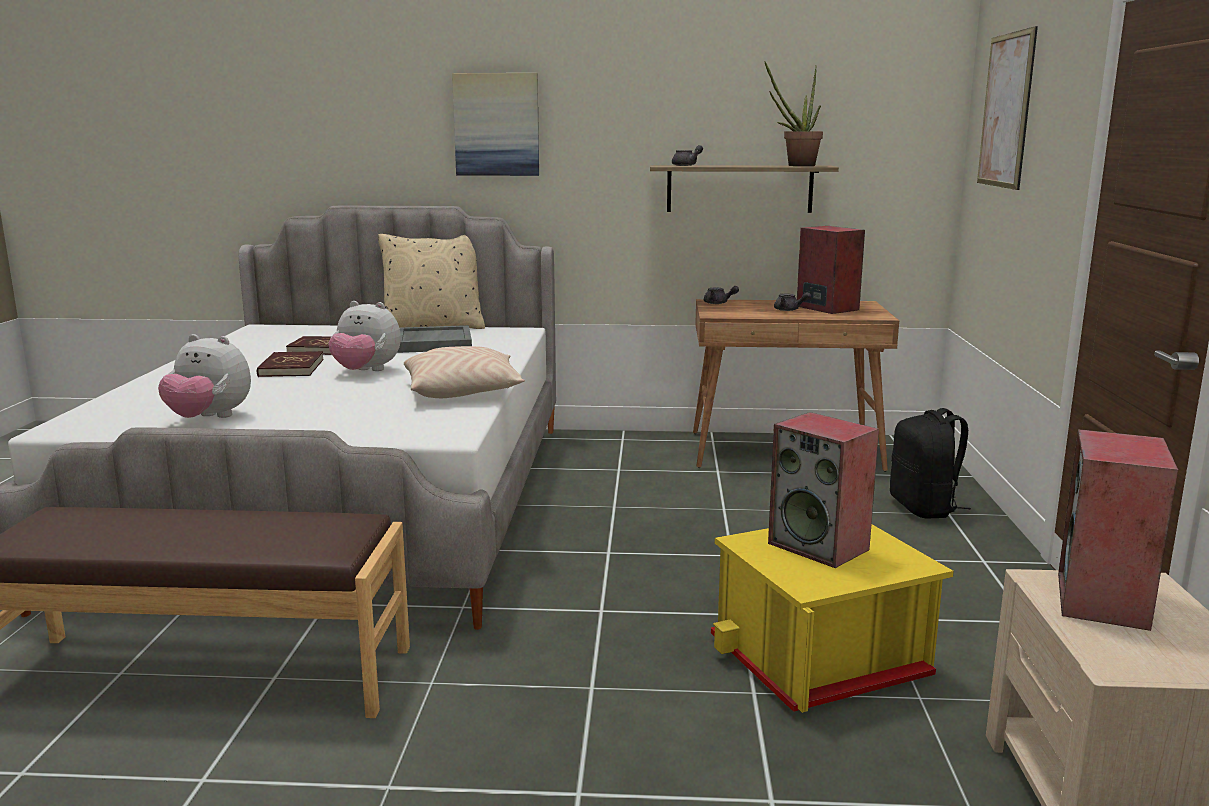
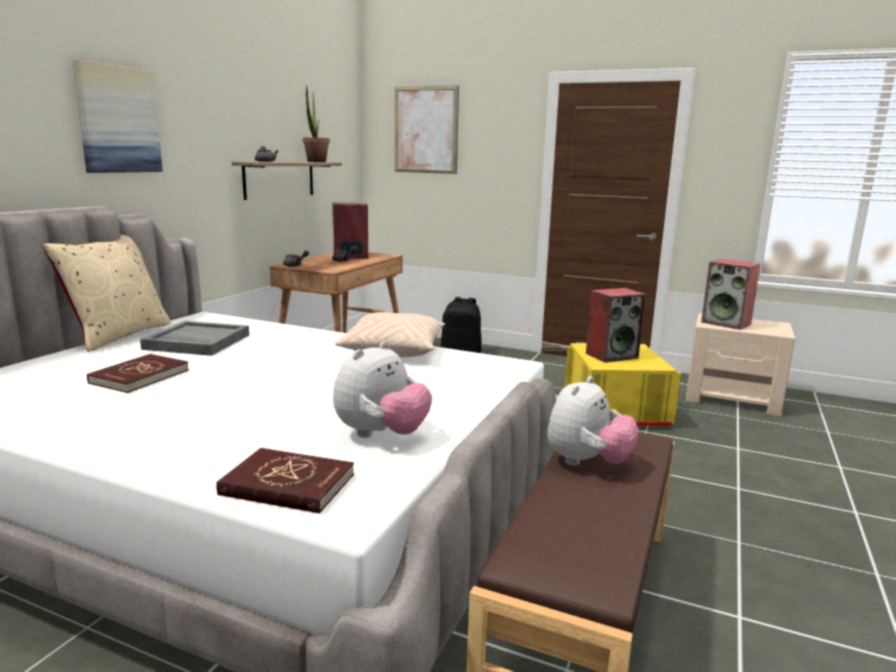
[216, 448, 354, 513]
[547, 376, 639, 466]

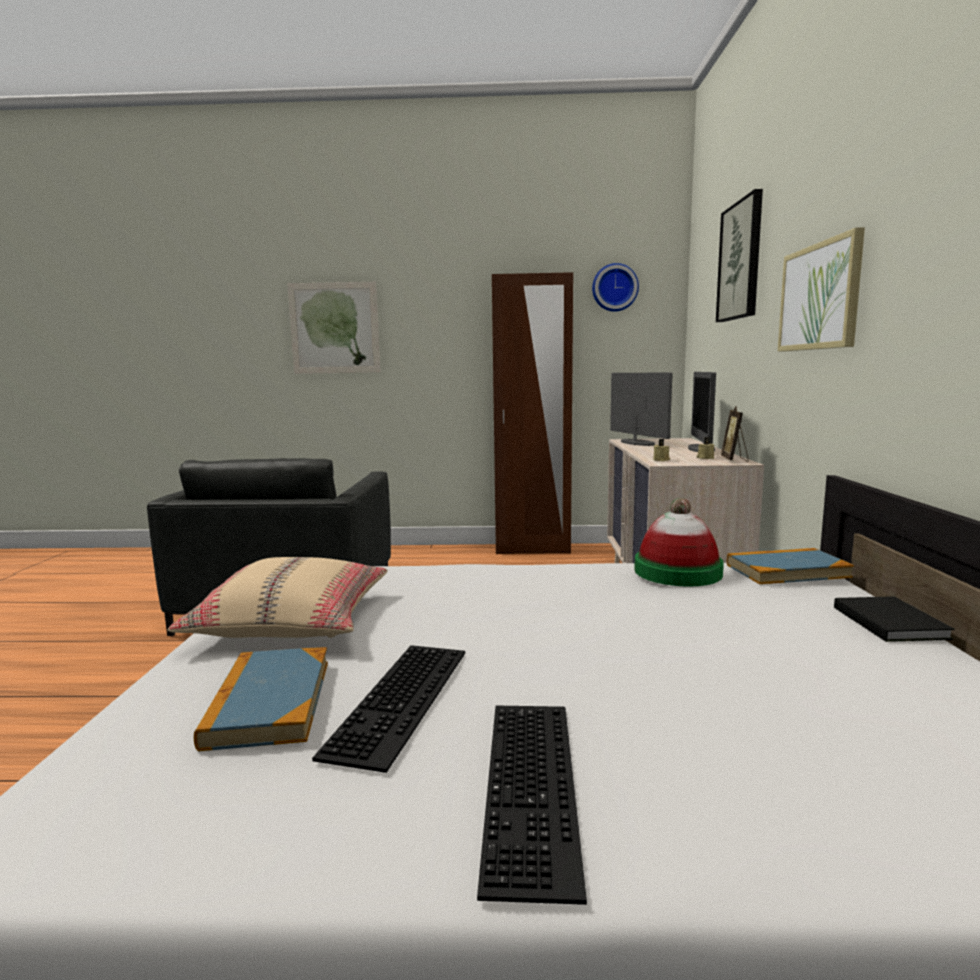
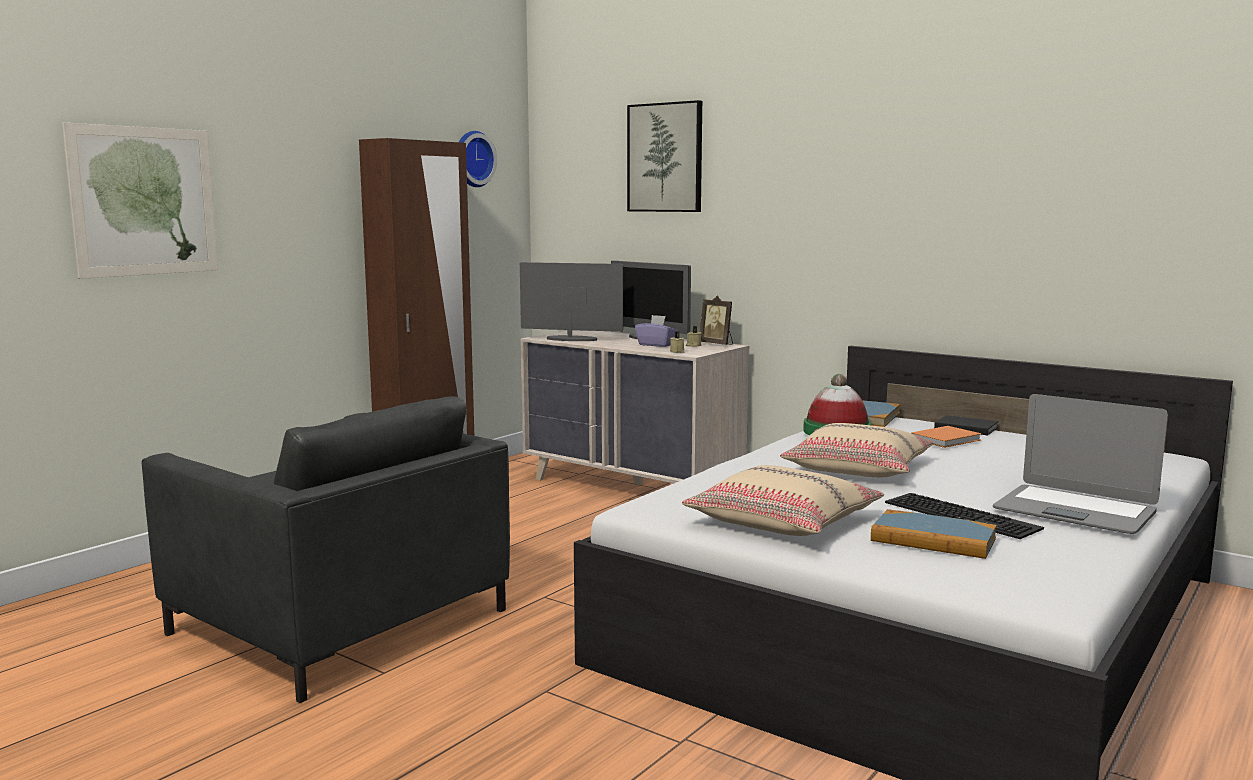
[778, 227, 865, 352] (first image)
[635, 315, 678, 347]
[780, 423, 934, 477]
[911, 426, 982, 448]
[993, 394, 1168, 534]

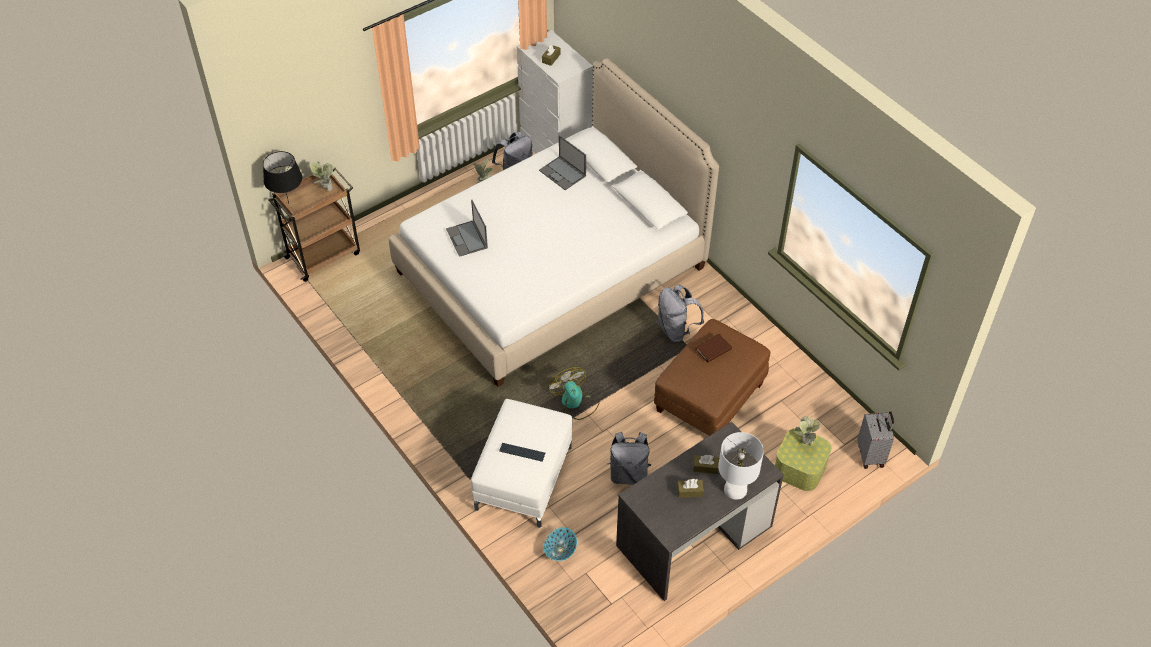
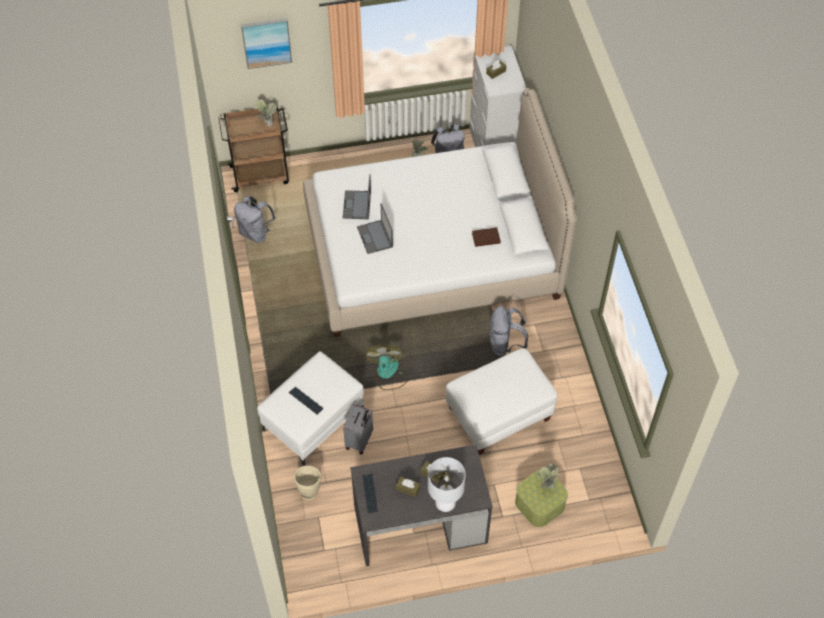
[263, 151, 302, 203] (first image)
[241, 18, 292, 69]
[362, 474, 378, 513]
[357, 203, 393, 254]
[234, 196, 276, 243]
[472, 228, 501, 247]
[343, 404, 373, 455]
[294, 466, 321, 500]
[446, 348, 558, 455]

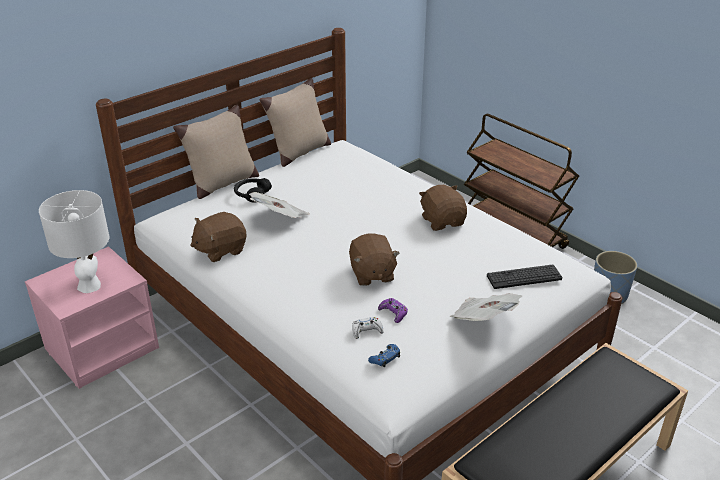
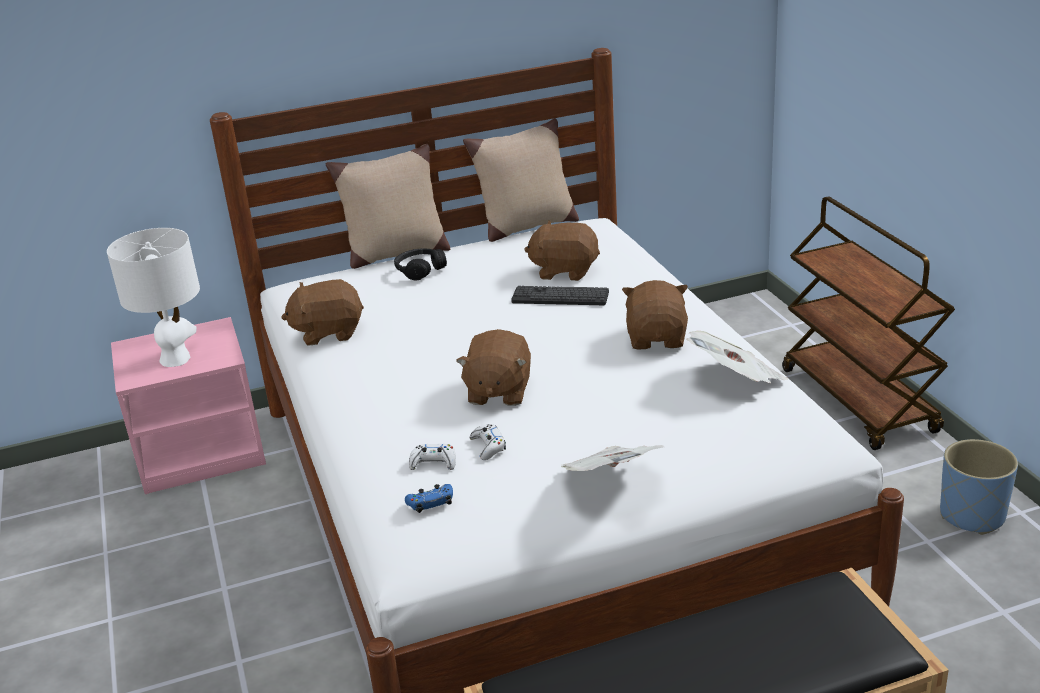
[524, 221, 600, 281]
[687, 331, 788, 383]
[511, 286, 609, 305]
[470, 424, 506, 460]

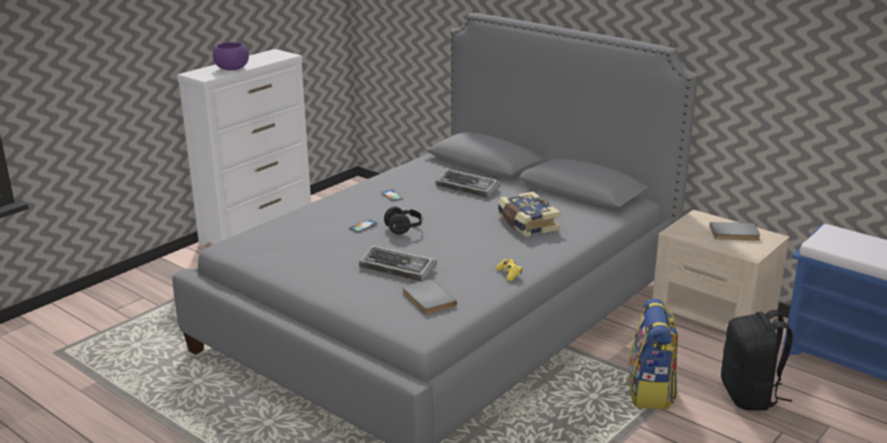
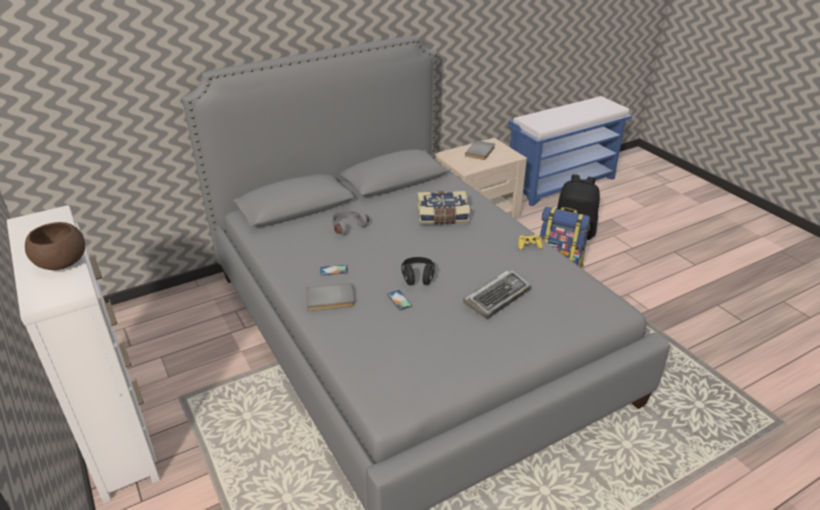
[306, 283, 355, 311]
[332, 210, 369, 235]
[25, 222, 85, 270]

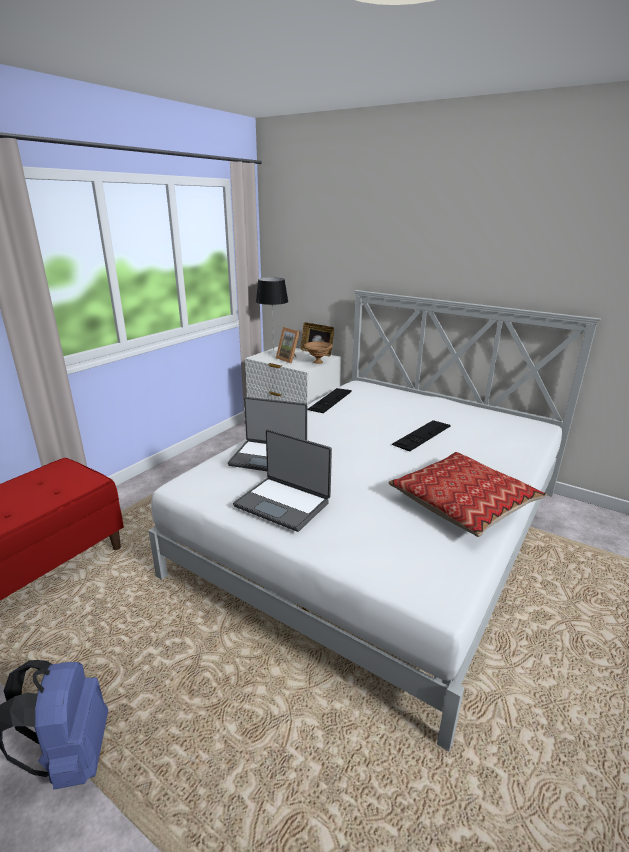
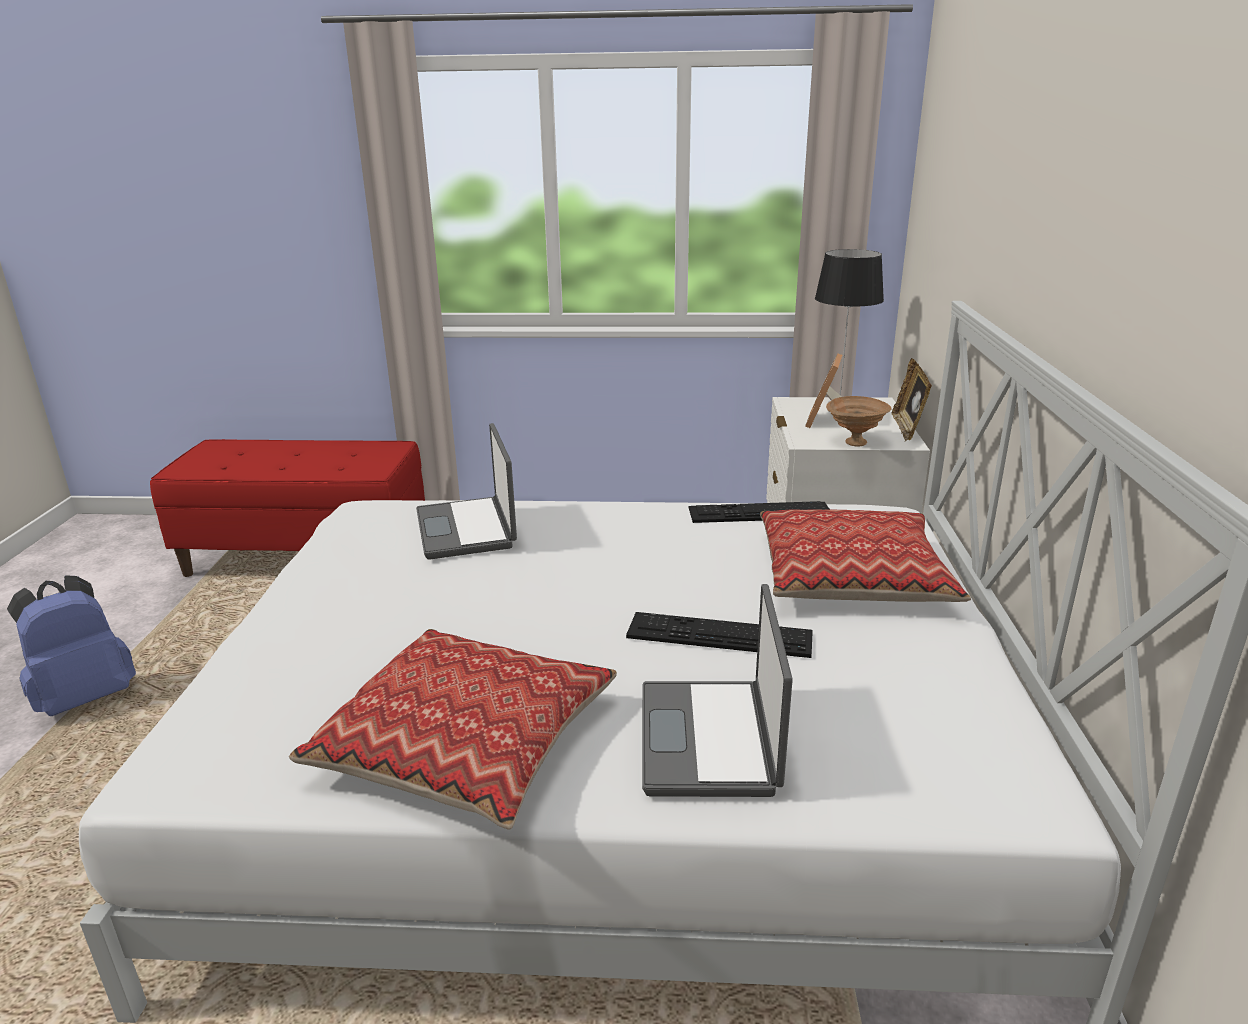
[760, 509, 971, 602]
[642, 584, 793, 797]

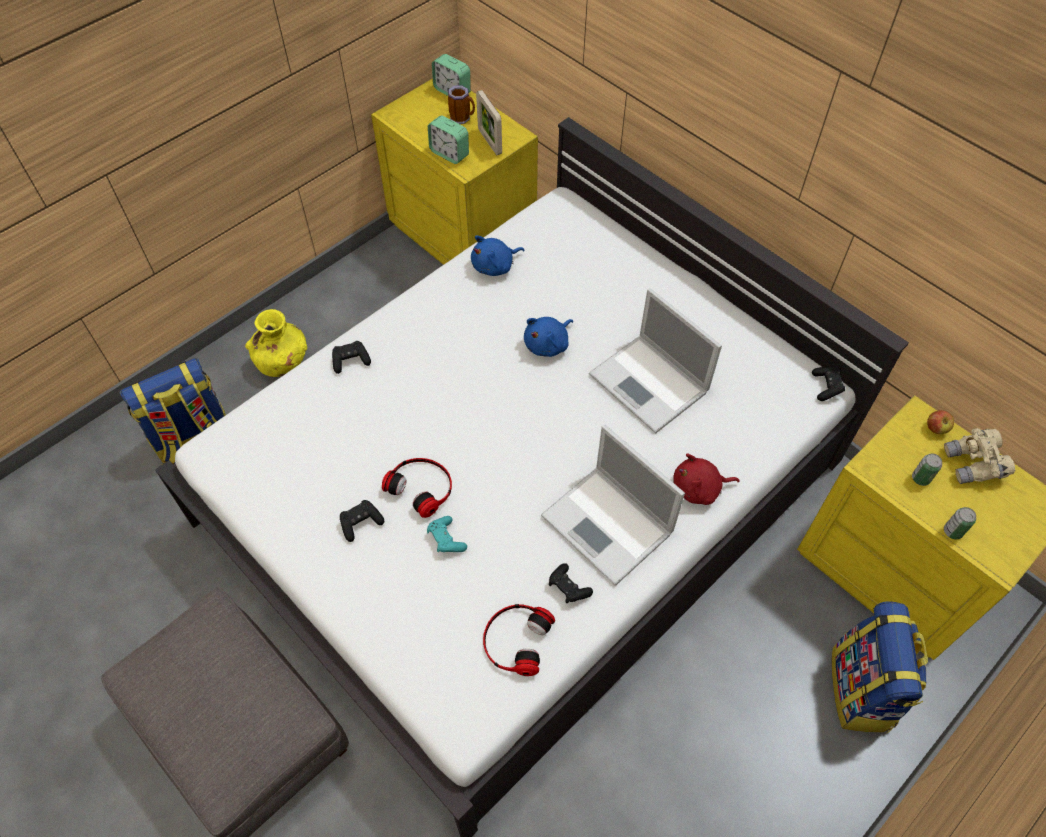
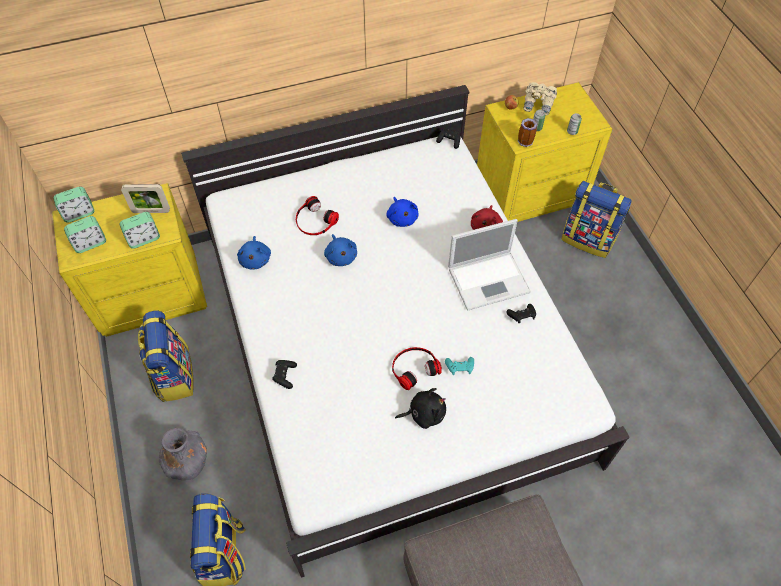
[64, 216, 106, 253]
[138, 310, 194, 402]
[518, 118, 537, 147]
[296, 196, 339, 235]
[395, 388, 446, 429]
[386, 197, 418, 227]
[159, 428, 207, 480]

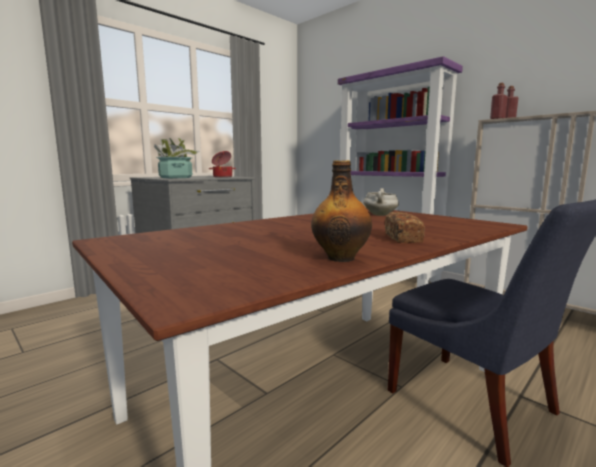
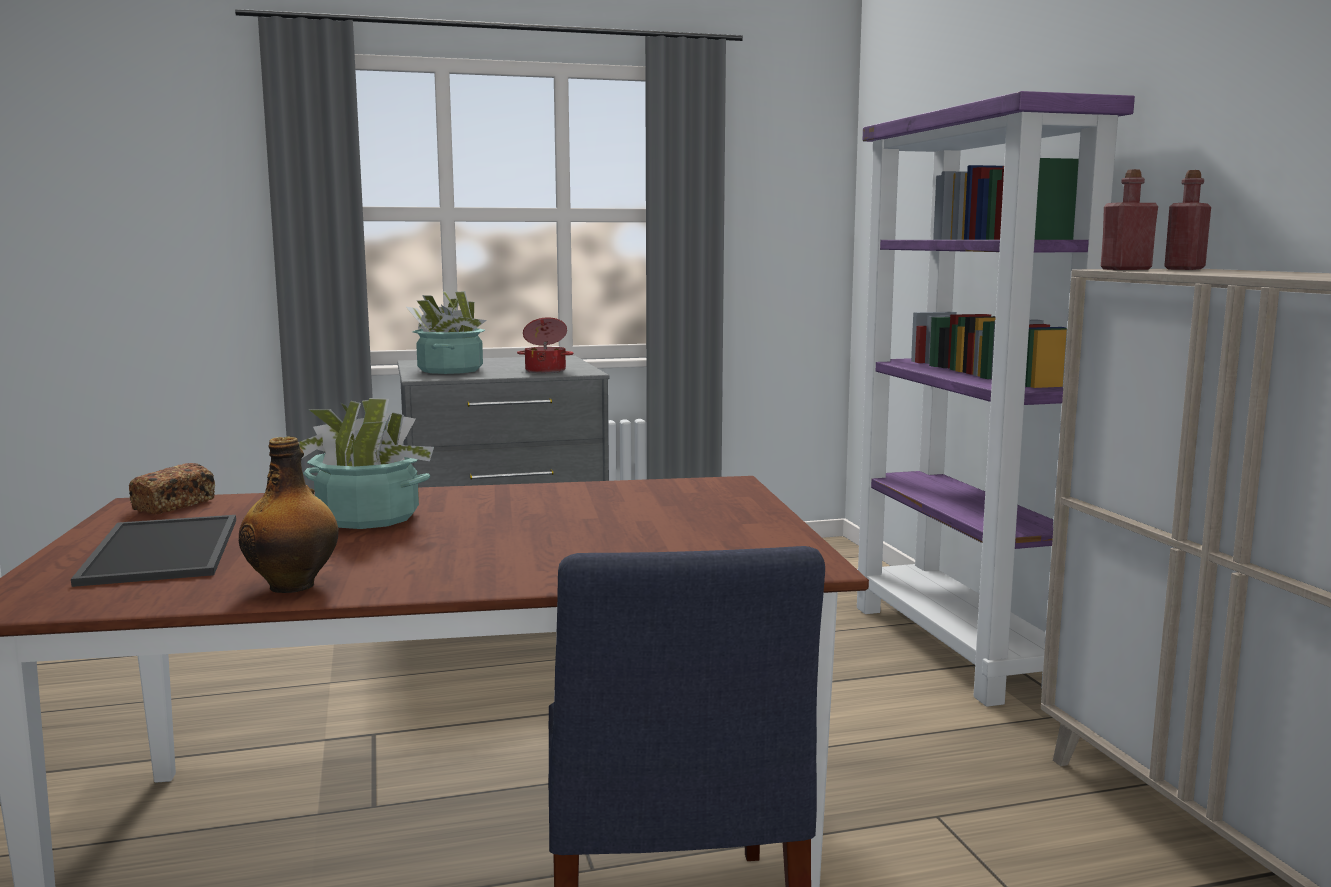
[363, 188, 399, 216] (first image)
[71, 515, 236, 587]
[299, 398, 434, 529]
[129, 463, 215, 514]

